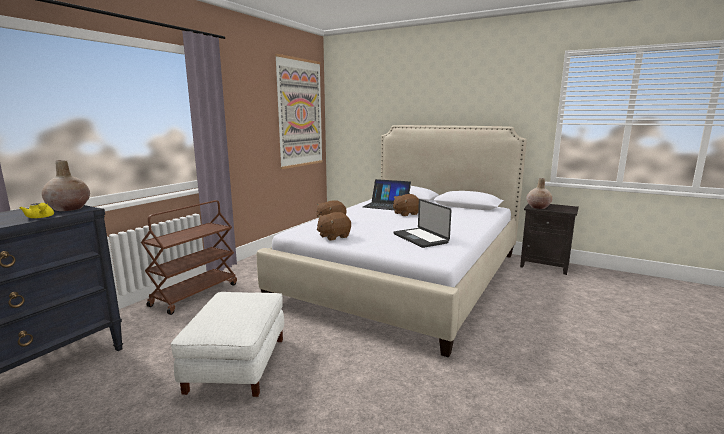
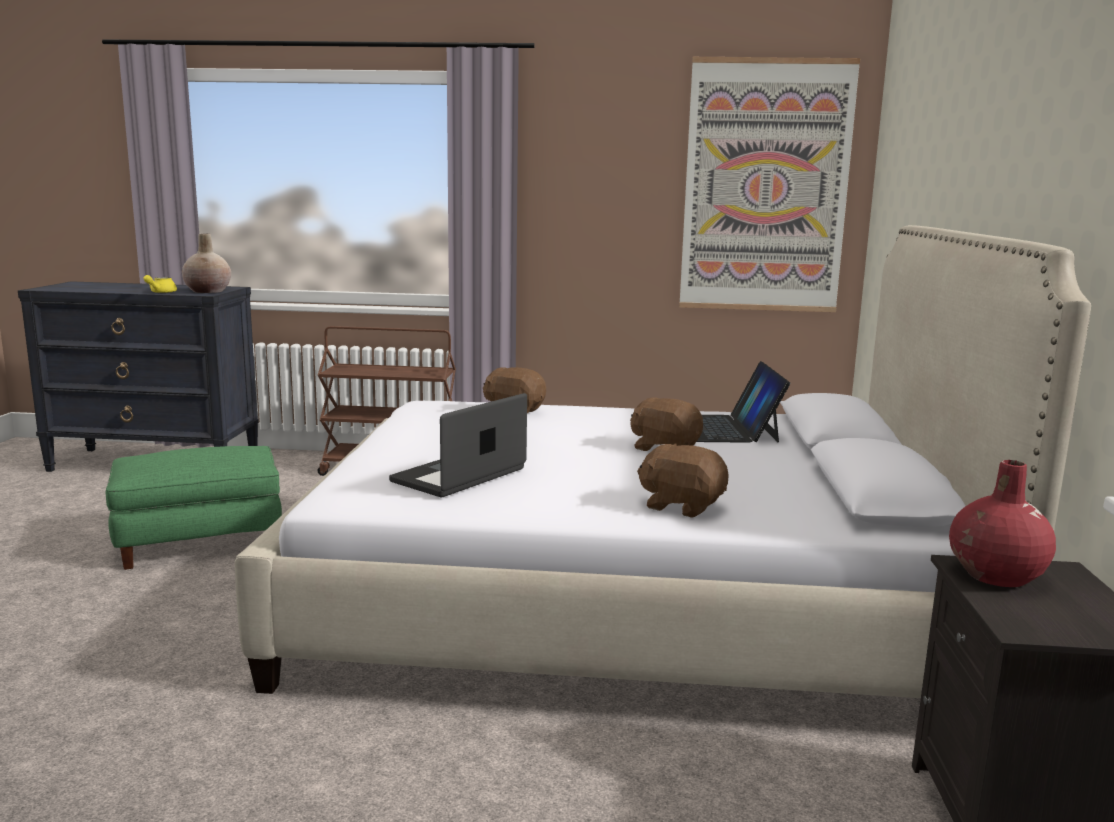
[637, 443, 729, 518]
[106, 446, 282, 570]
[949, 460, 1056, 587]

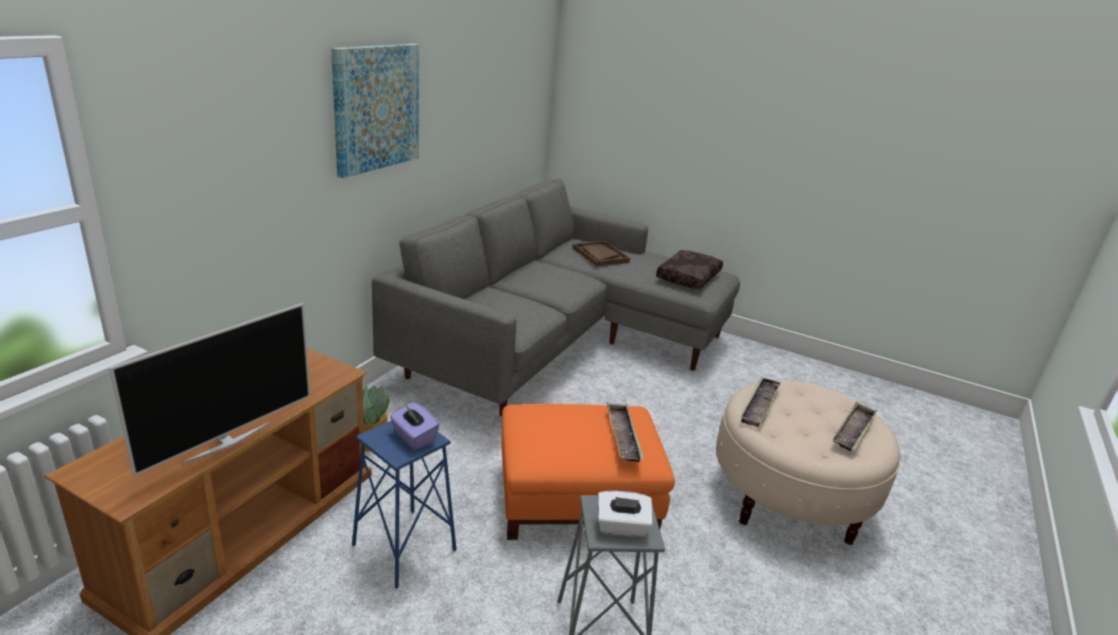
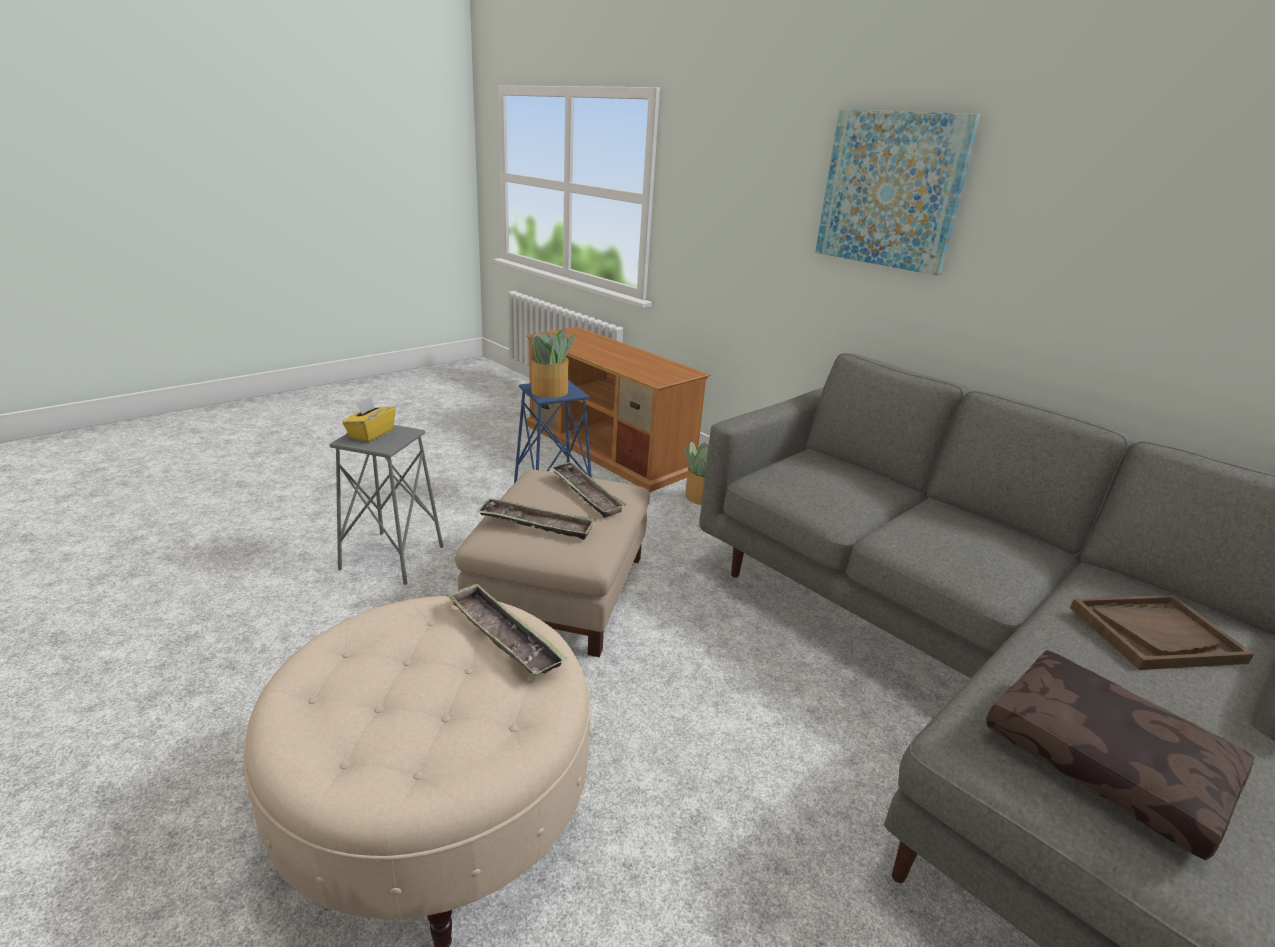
[109, 303, 310, 476] (first image)
[550, 462, 626, 518]
[530, 330, 576, 398]
[455, 470, 650, 657]
[342, 397, 396, 442]

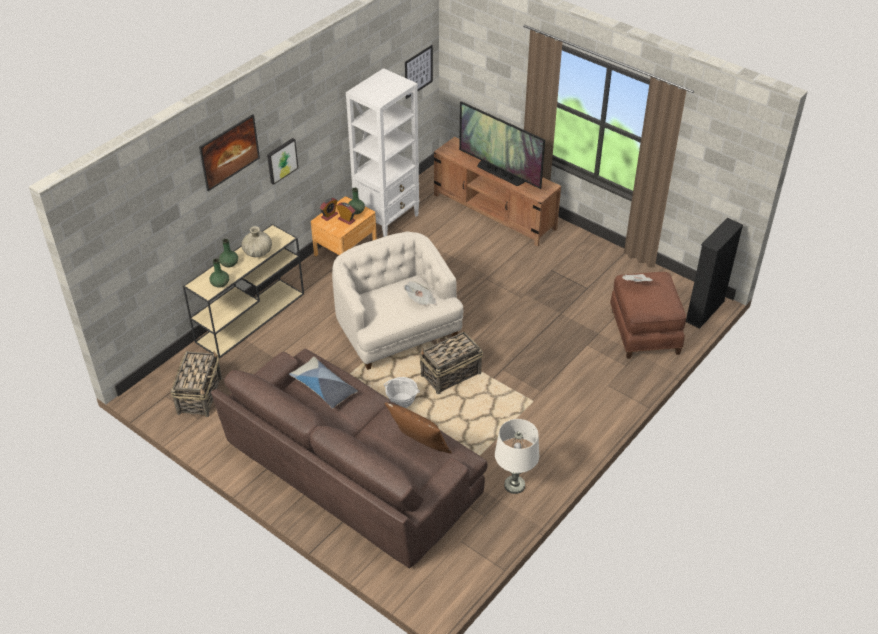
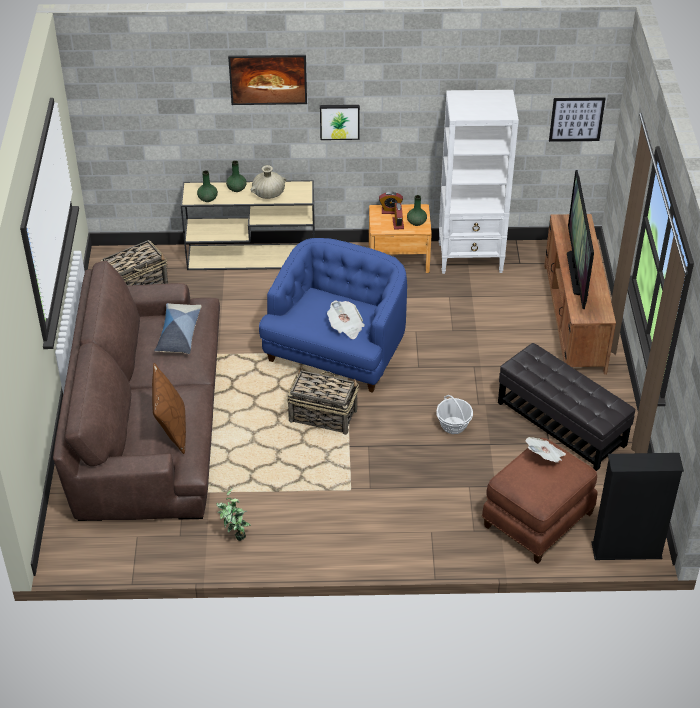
[498, 343, 635, 471]
[436, 395, 473, 434]
[216, 488, 251, 541]
[259, 238, 407, 393]

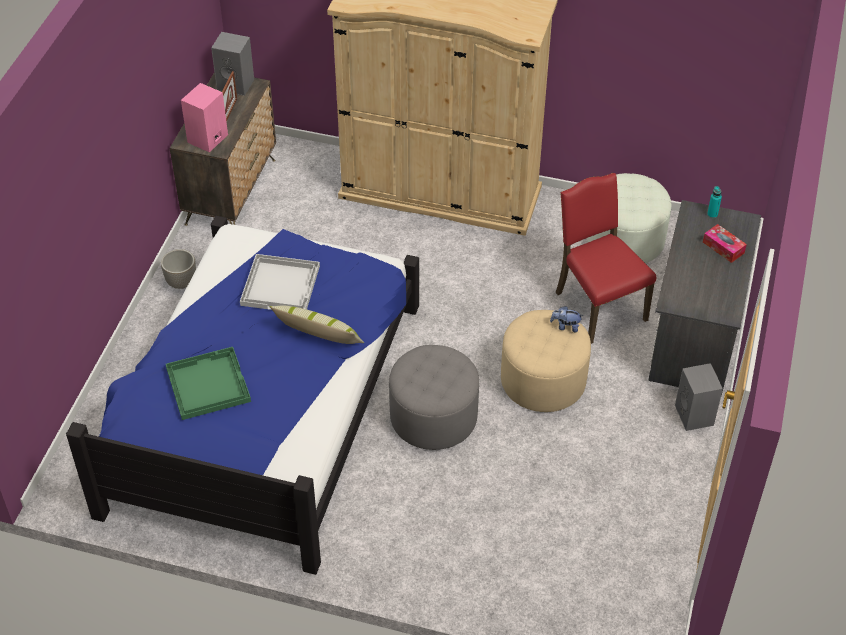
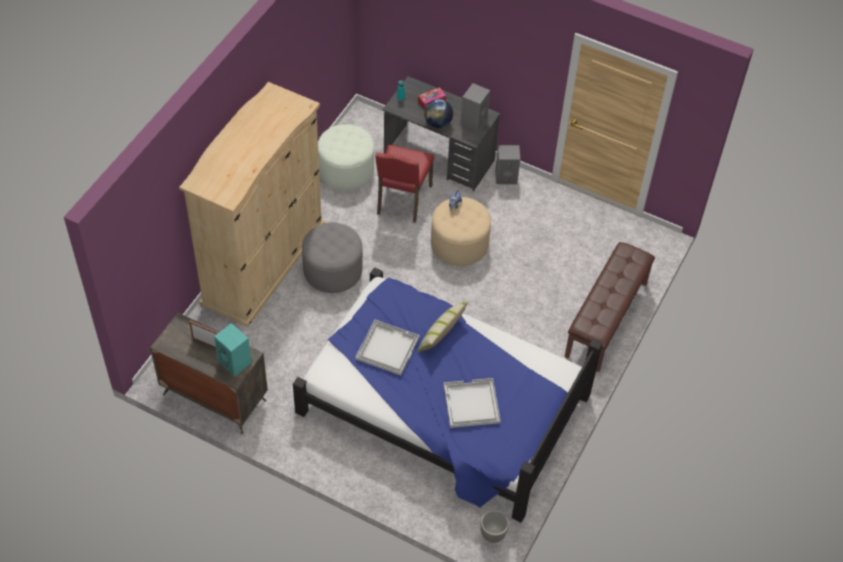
[424, 99, 453, 128]
[564, 242, 655, 372]
[481, 510, 509, 543]
[460, 83, 490, 131]
[302, 222, 362, 293]
[444, 378, 501, 428]
[214, 323, 252, 376]
[375, 145, 434, 223]

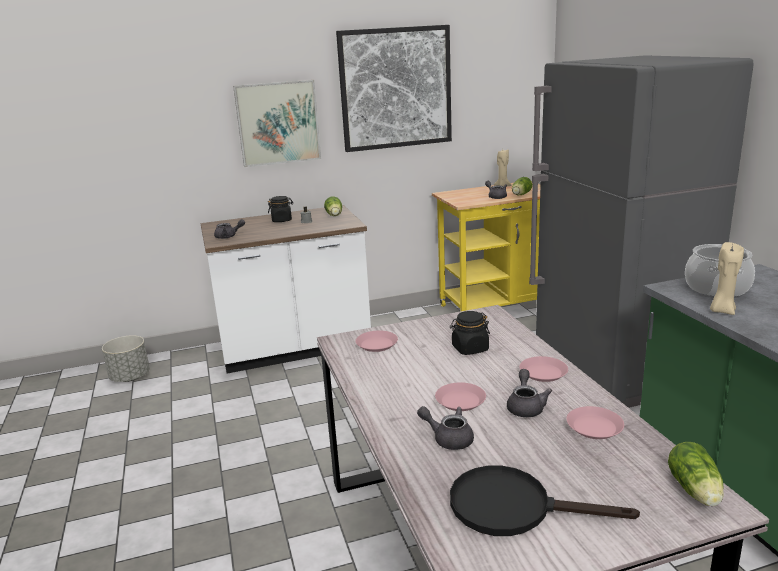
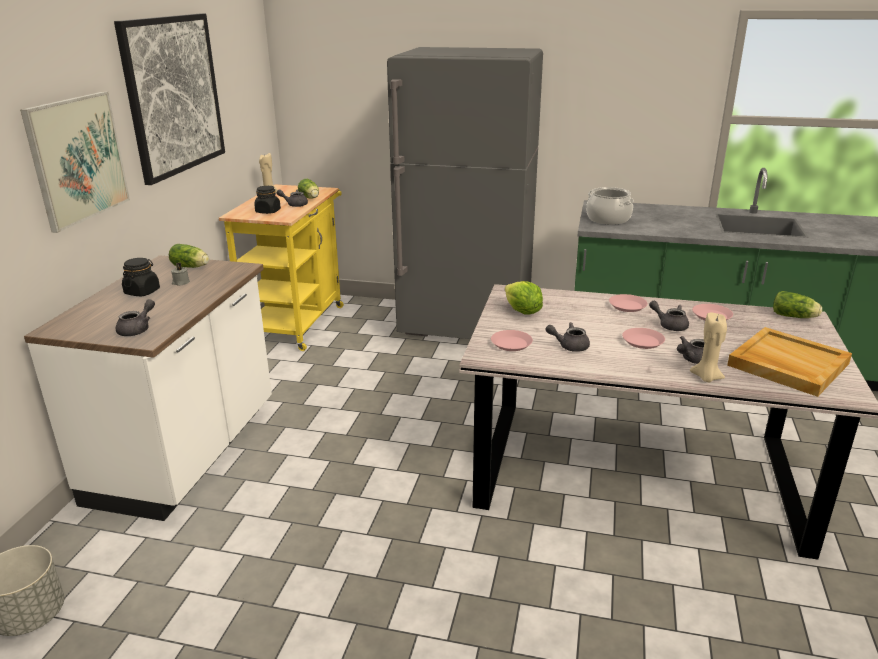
[505, 281, 543, 315]
[545, 322, 590, 352]
[254, 186, 281, 214]
[690, 313, 727, 382]
[727, 327, 852, 397]

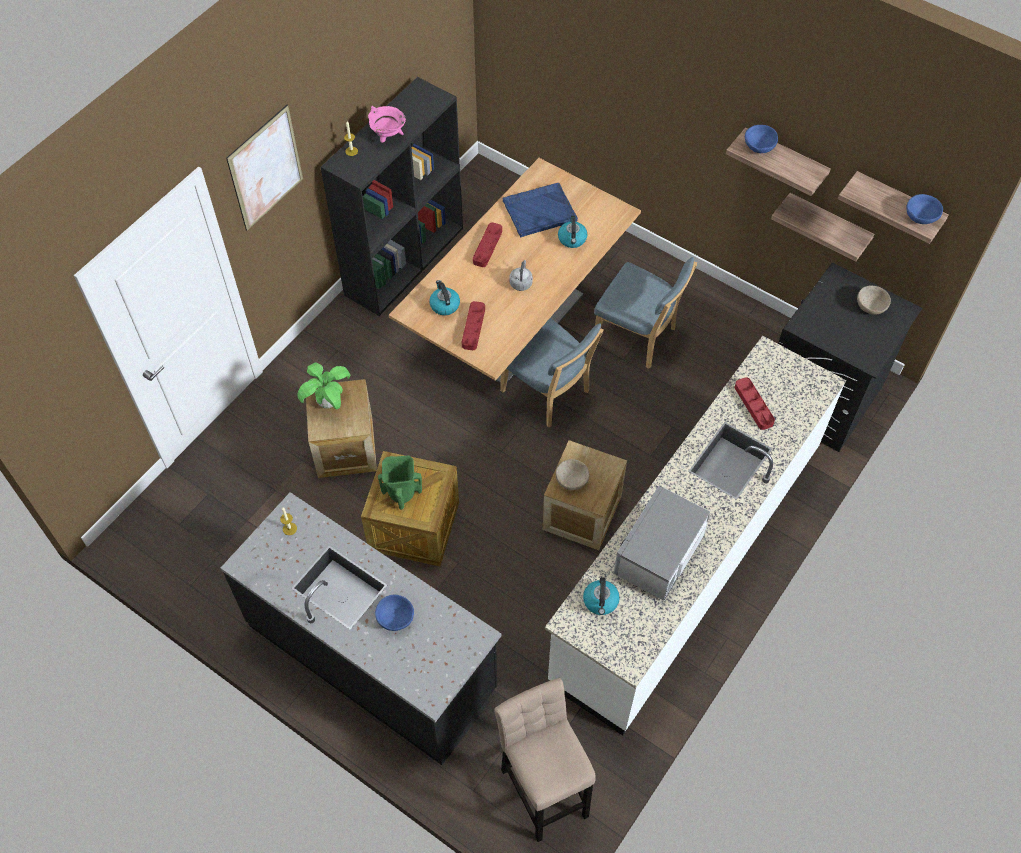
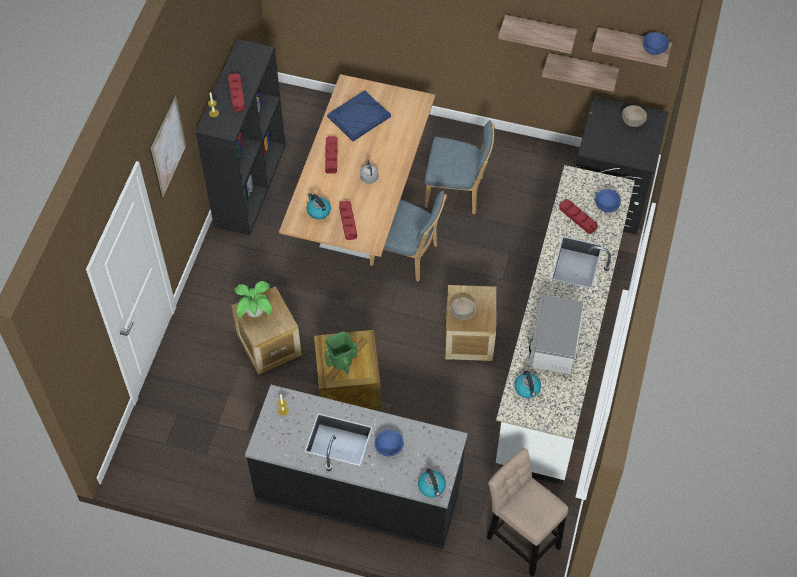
[418, 469, 446, 497]
[595, 189, 621, 213]
[228, 73, 245, 111]

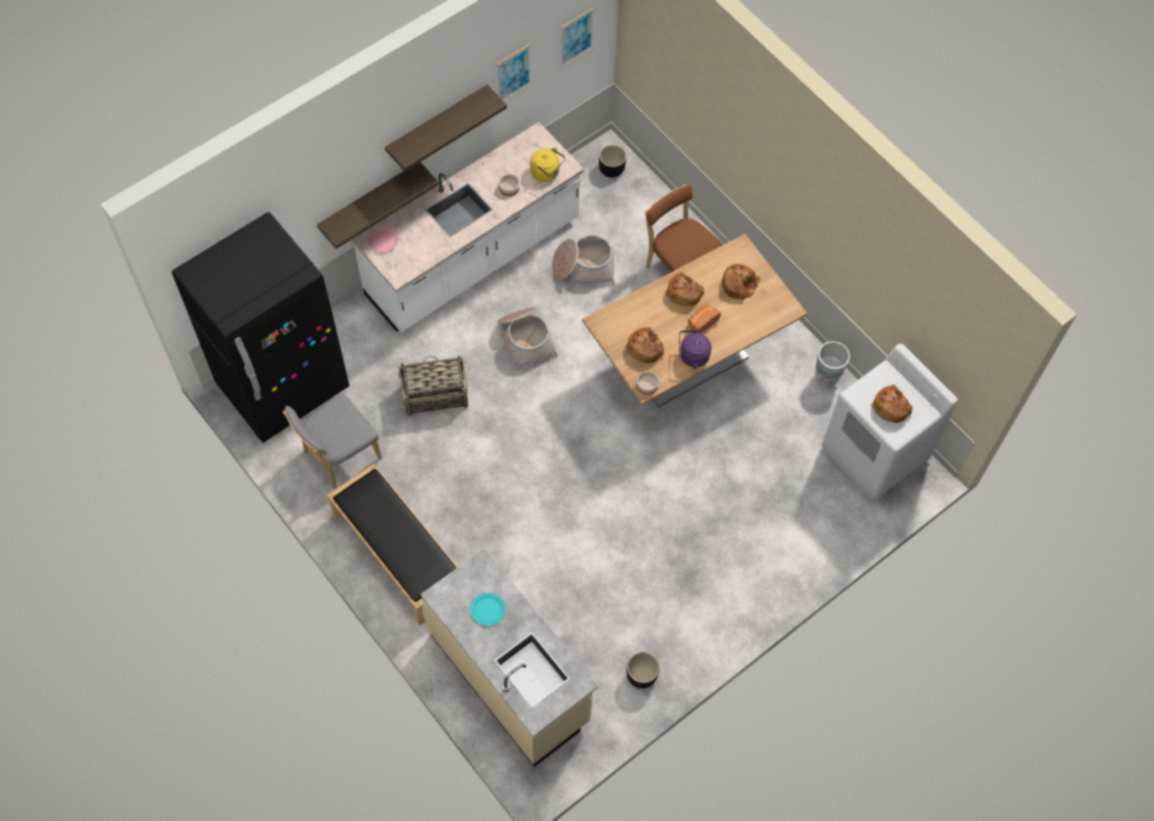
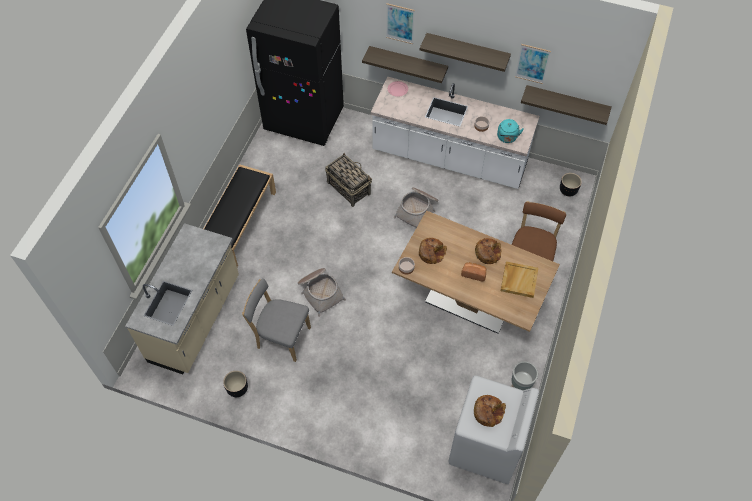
[470, 593, 505, 626] (first image)
[679, 330, 711, 368] (first image)
[521, 85, 611, 125]
[242, 278, 311, 362]
[298, 268, 346, 317]
[386, 3, 415, 44]
[501, 261, 538, 298]
[497, 119, 524, 143]

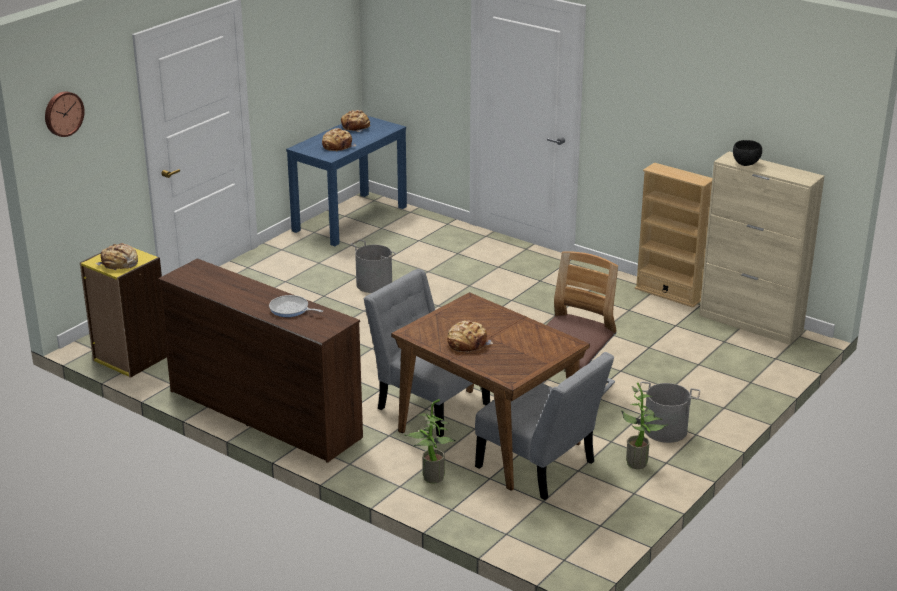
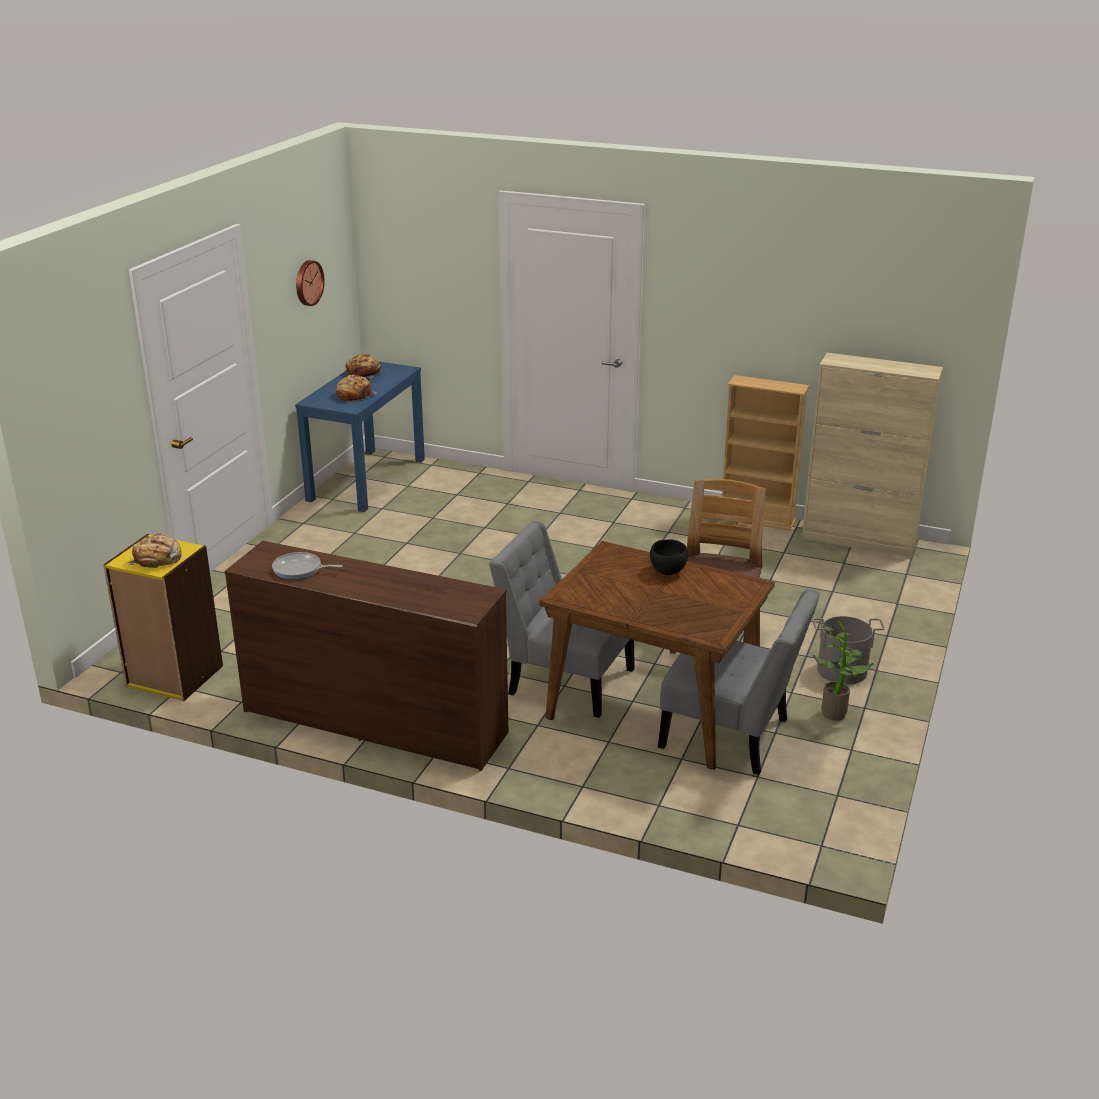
[350, 239, 396, 293] (first image)
[405, 399, 456, 484] (first image)
[447, 320, 493, 353] (first image)
[296, 260, 324, 306]
[272, 552, 343, 580]
[650, 539, 688, 575]

